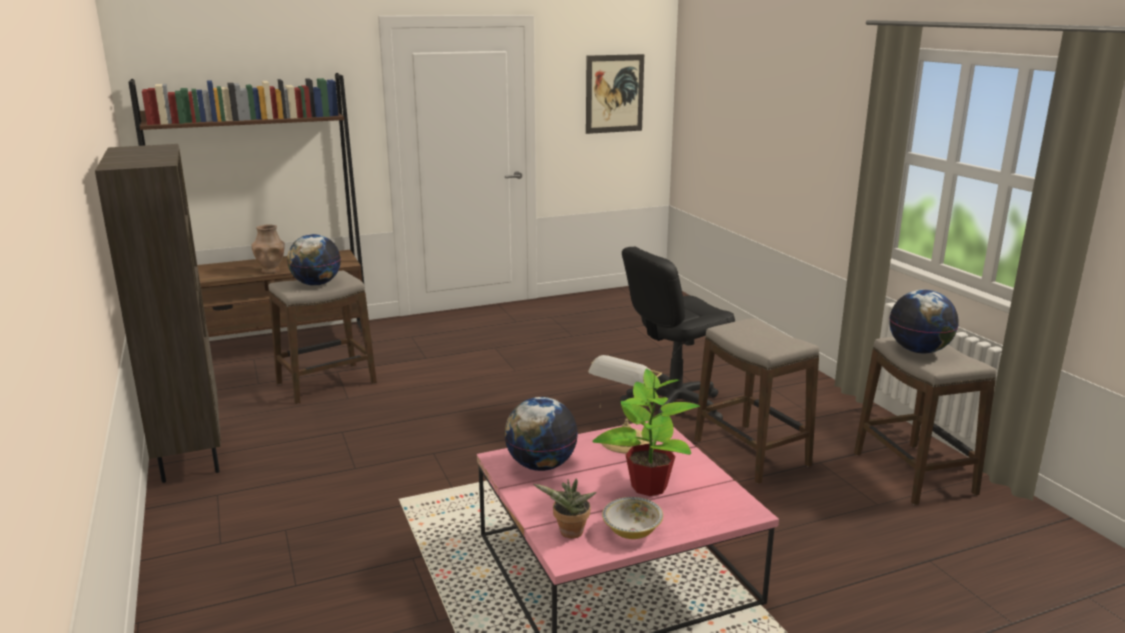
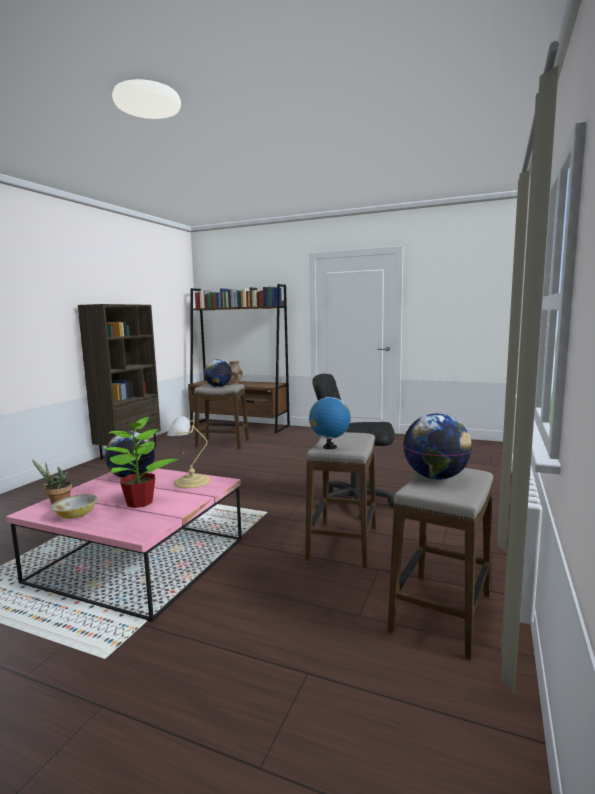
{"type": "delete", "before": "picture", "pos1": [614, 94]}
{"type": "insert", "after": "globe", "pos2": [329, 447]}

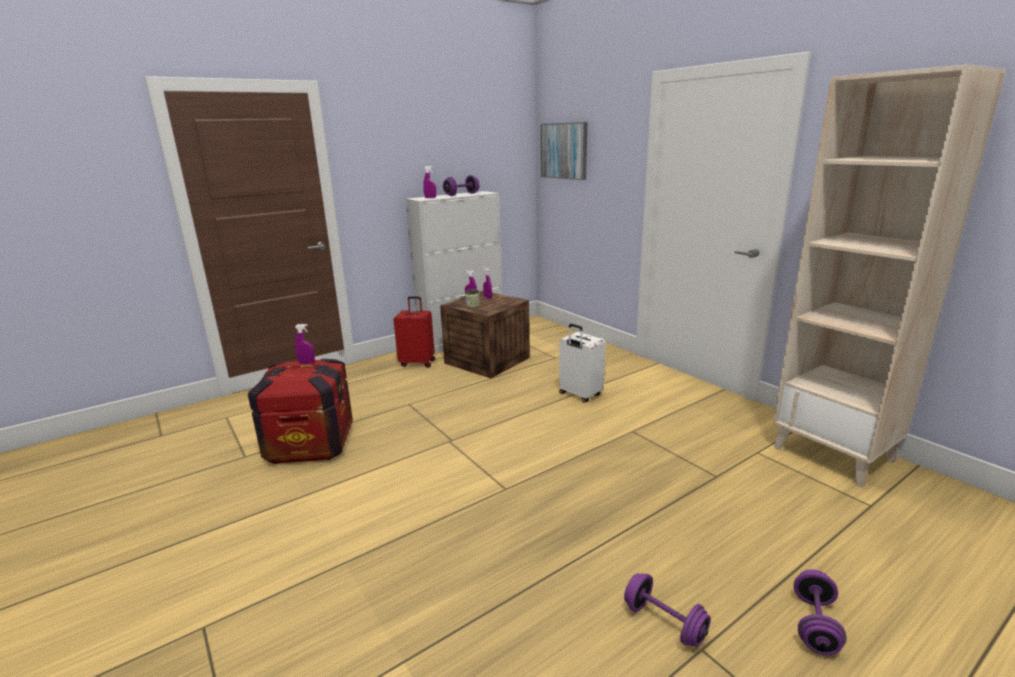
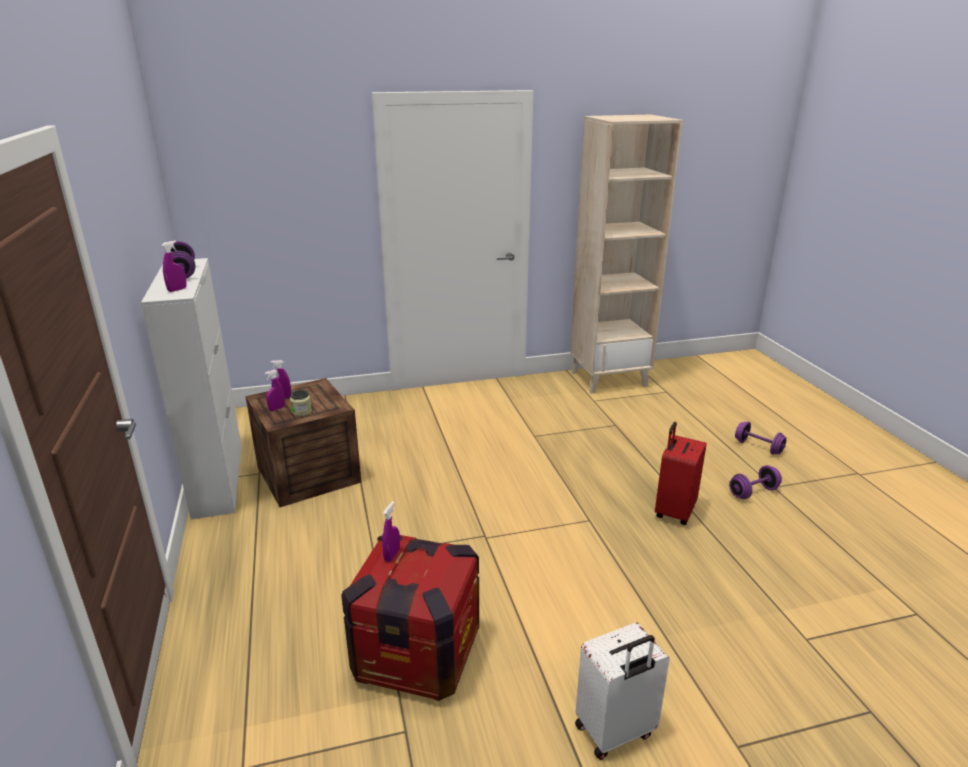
{"type": "delete", "before": "picture", "pos1": [564, 151]}
{"type": "move", "before": "piece of luggage/red-coloured", "pos1": [417, 363], "pos2": [674, 511]}
{"type": "move", "before": "piece of luggage/white-coloured", "pos1": [579, 395], "pos2": [615, 732]}

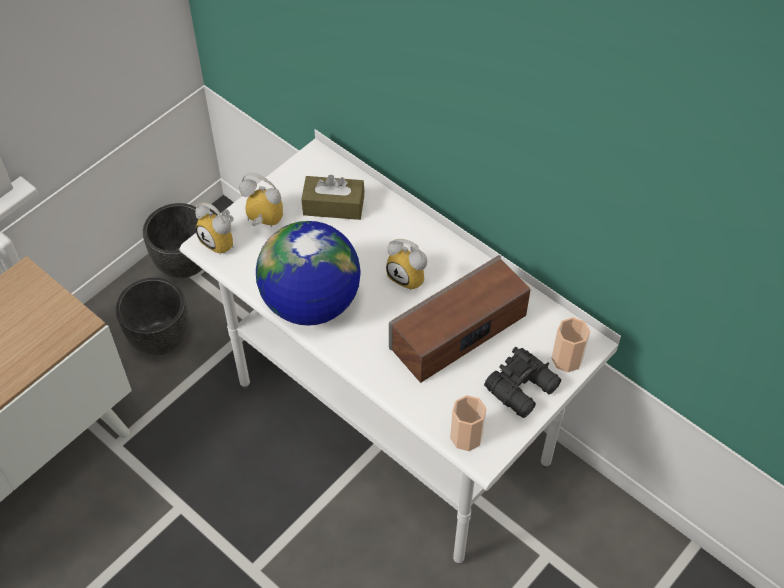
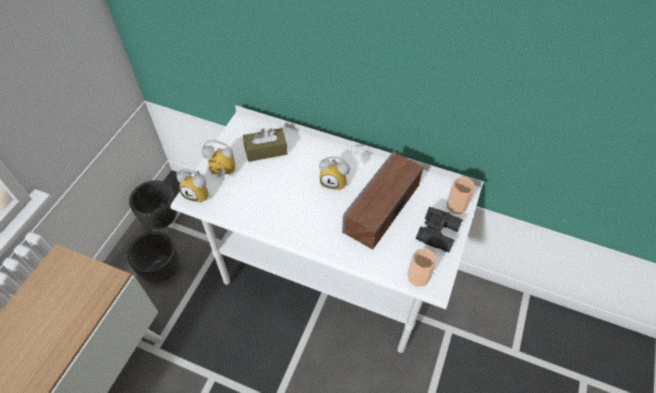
{"type": "delete", "before": "globe", "pos1": [310, 303]}

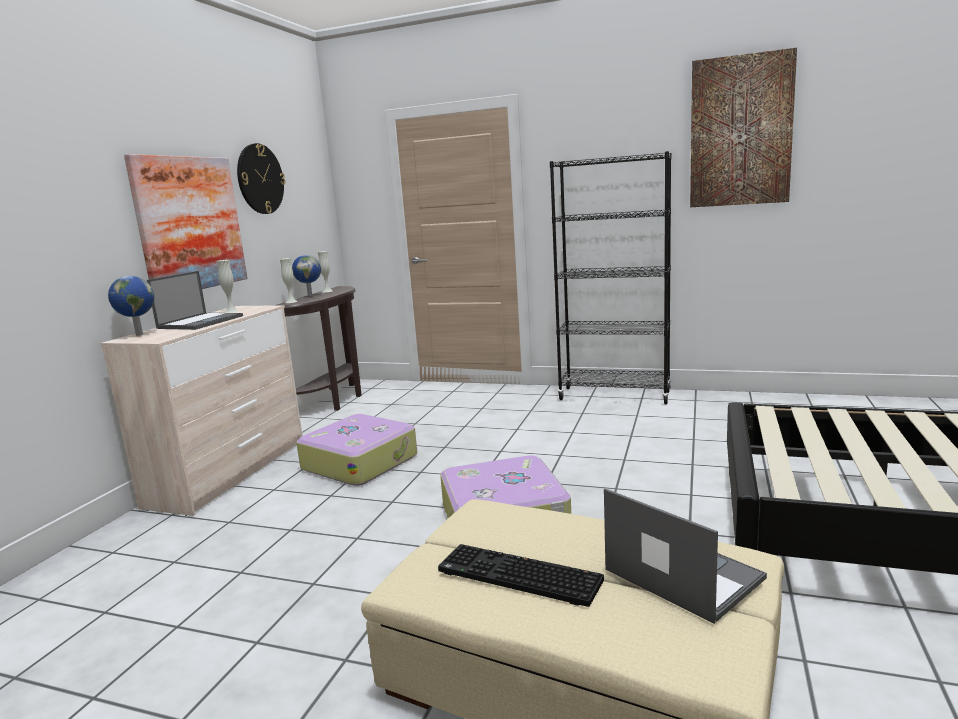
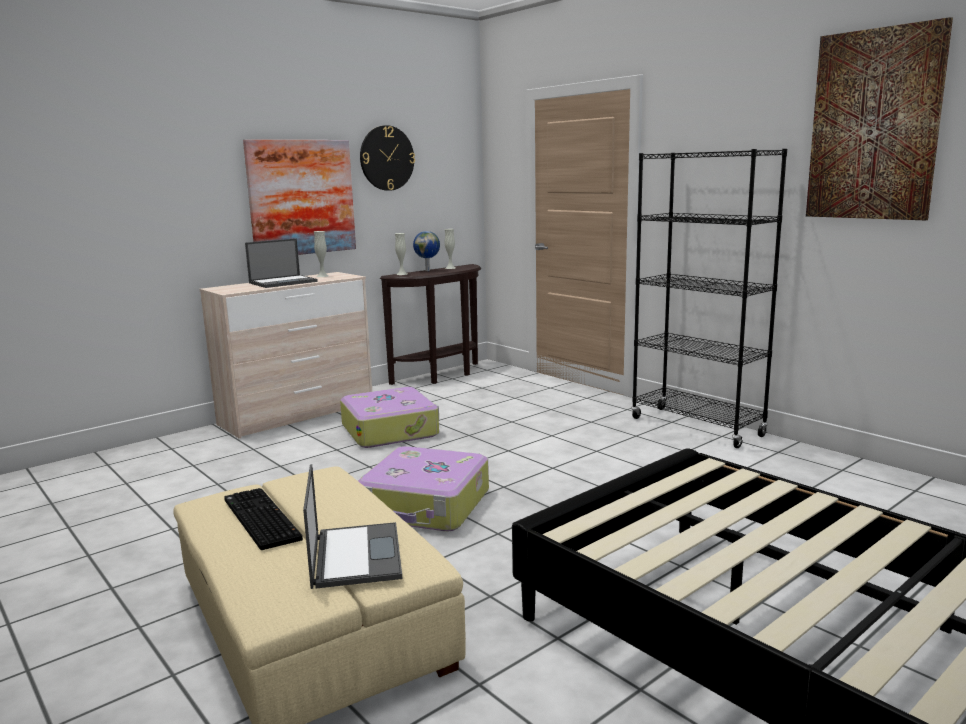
{"type": "delete", "before": "globe", "pos1": [138, 335]}

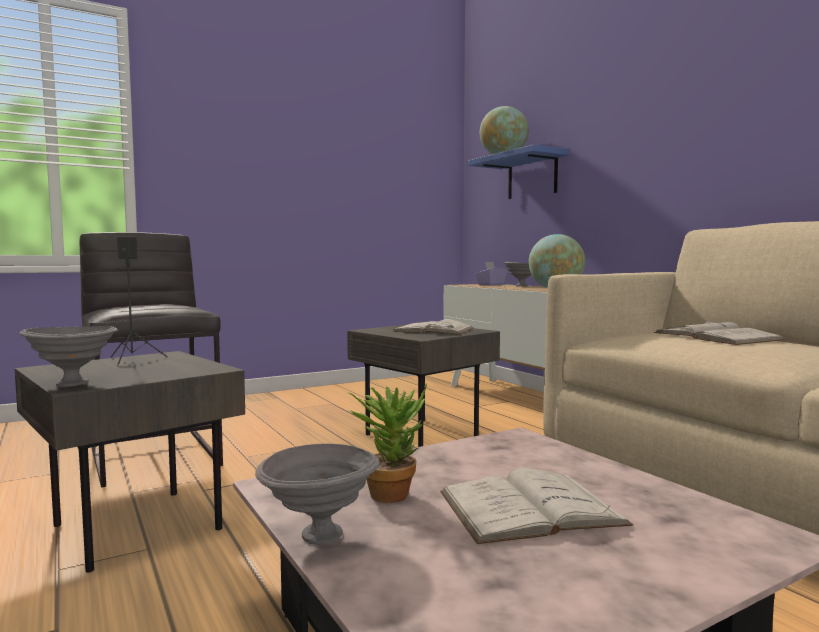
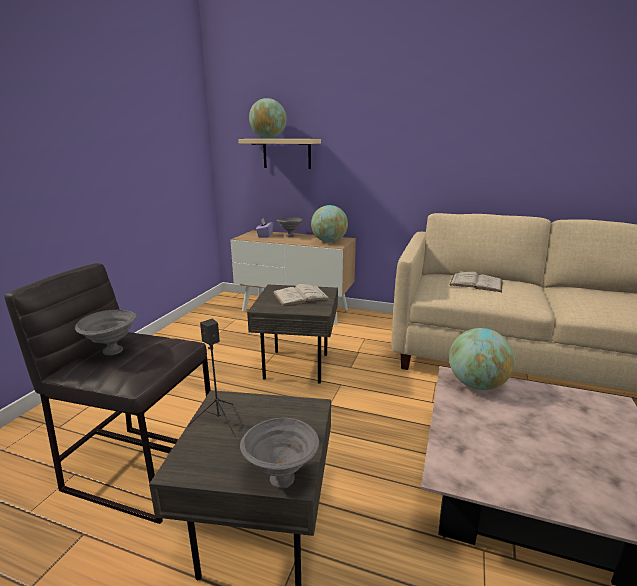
{"type": "delete", "before": "houseplant", "pos1": [392, 492]}
{"type": "delete", "before": "bound book/white-coloured", "pos1": [530, 508]}
{"type": "insert", "after": "globe", "pos2": [477, 385]}
{"type": "move", "before": "bowl/gray", "pos1": [319, 536], "pos2": [112, 352]}
{"type": "recolor", "before": "bracket shelf/bluish", "after": "bracket shelf/sand-coloured", "pos1": [532, 176], "pos2": [287, 153]}

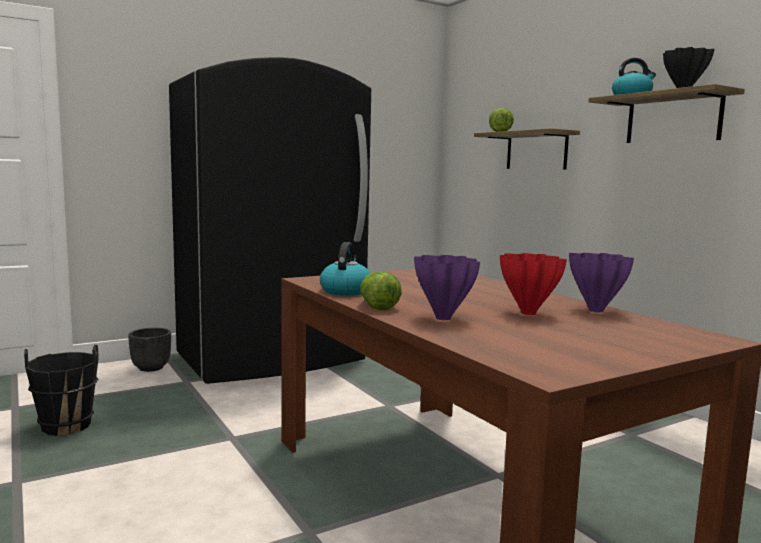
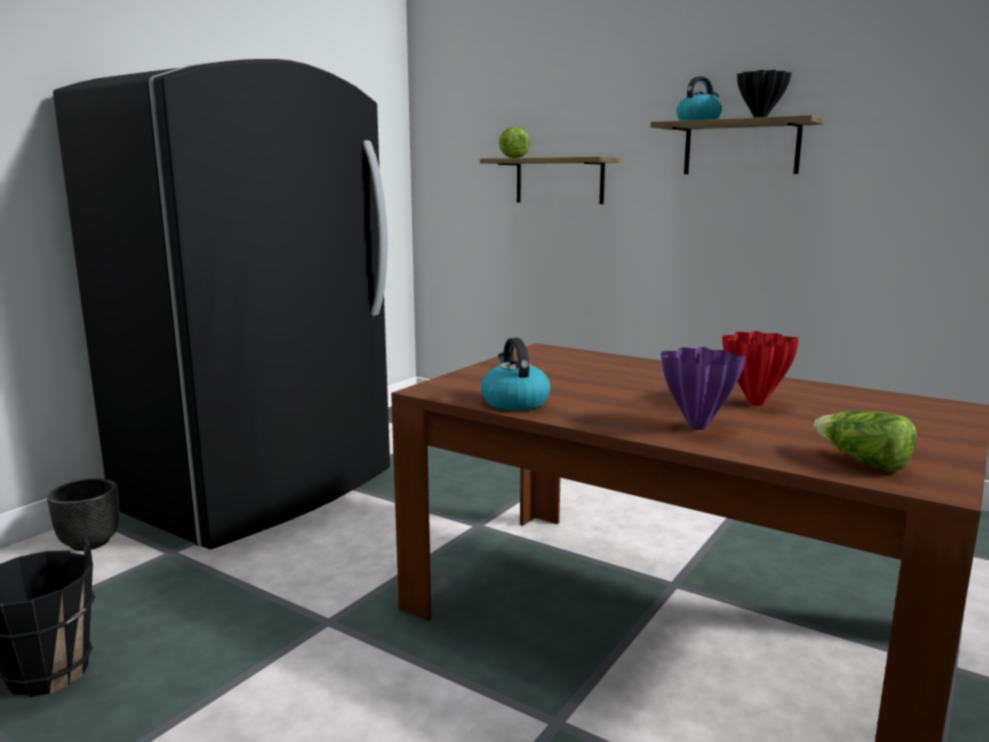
{"type": "delete", "before": "decorative vase/purple-coloured", "pos1": [597, 311]}
{"type": "move", "before": "lettuce", "pos1": [377, 306], "pos2": [862, 462]}

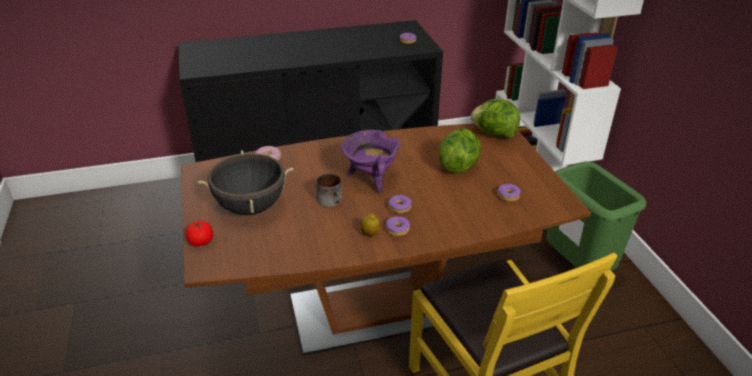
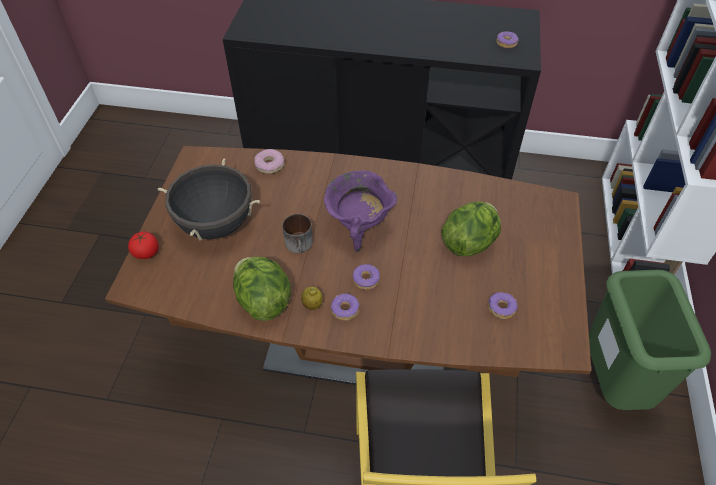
{"type": "move", "before": "lettuce", "pos1": [494, 134], "pos2": [263, 300]}

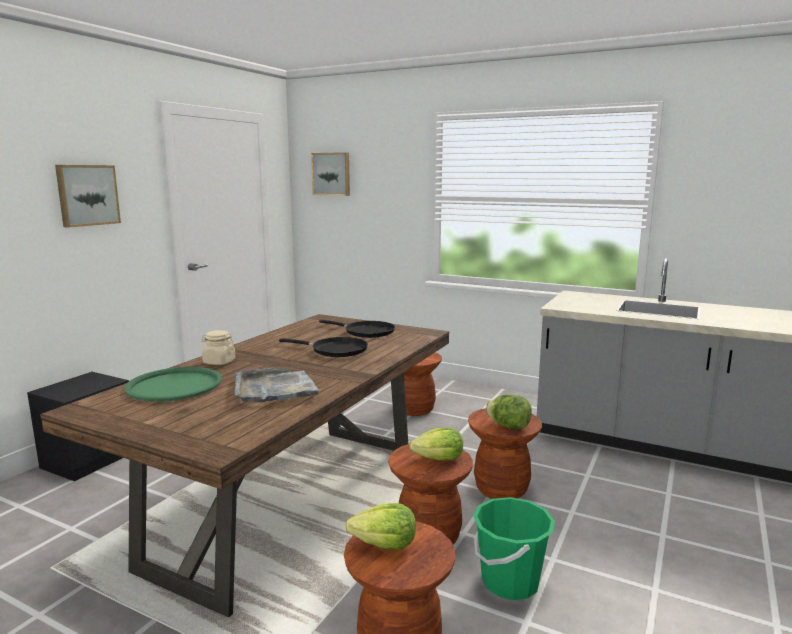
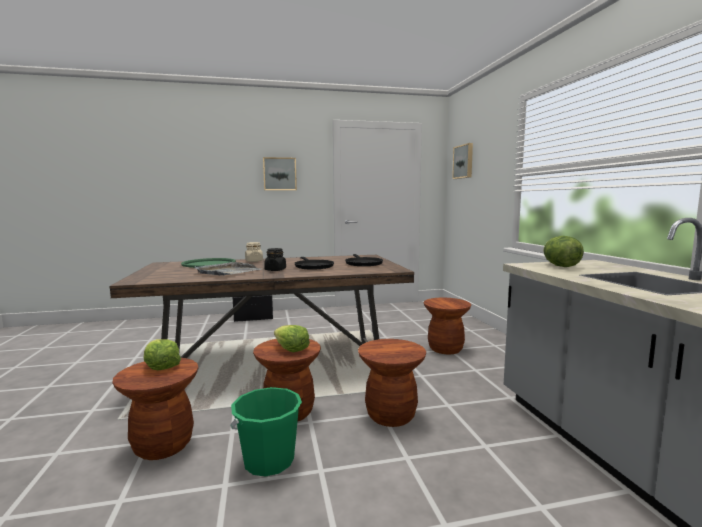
{"type": "insert", "after": "jar/black", "pos2": [275, 270]}
{"type": "move", "before": "lettuce", "pos1": [509, 426], "pos2": [560, 266]}

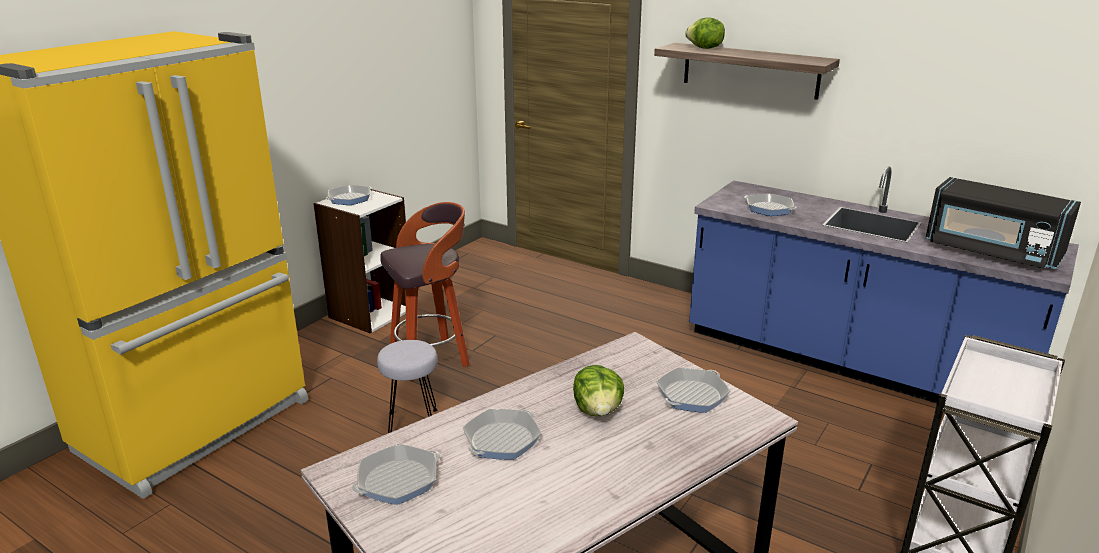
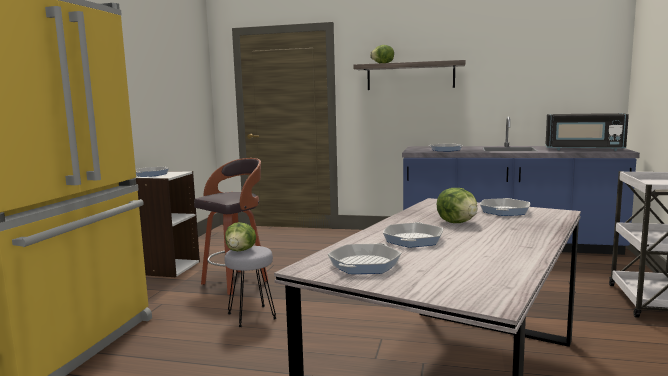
{"type": "insert", "after": "lettuce", "pos2": [241, 250]}

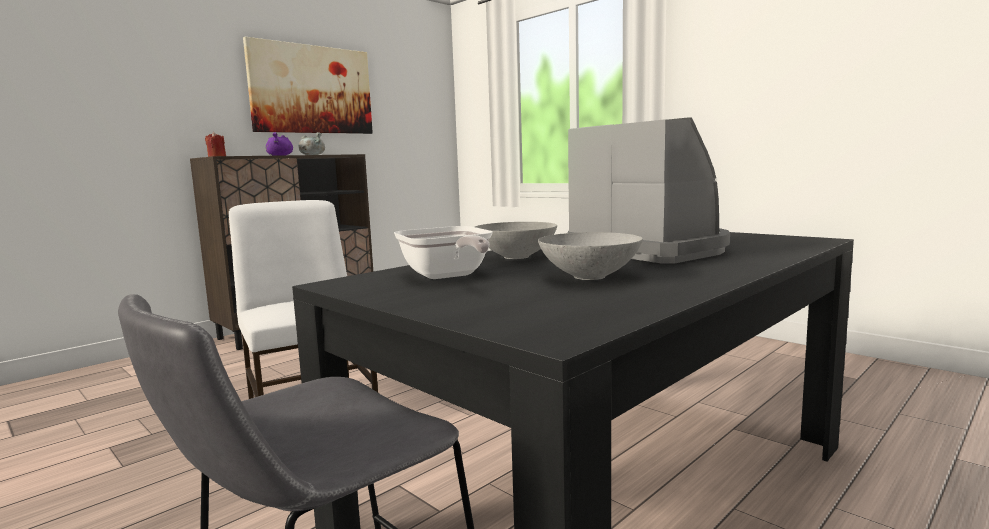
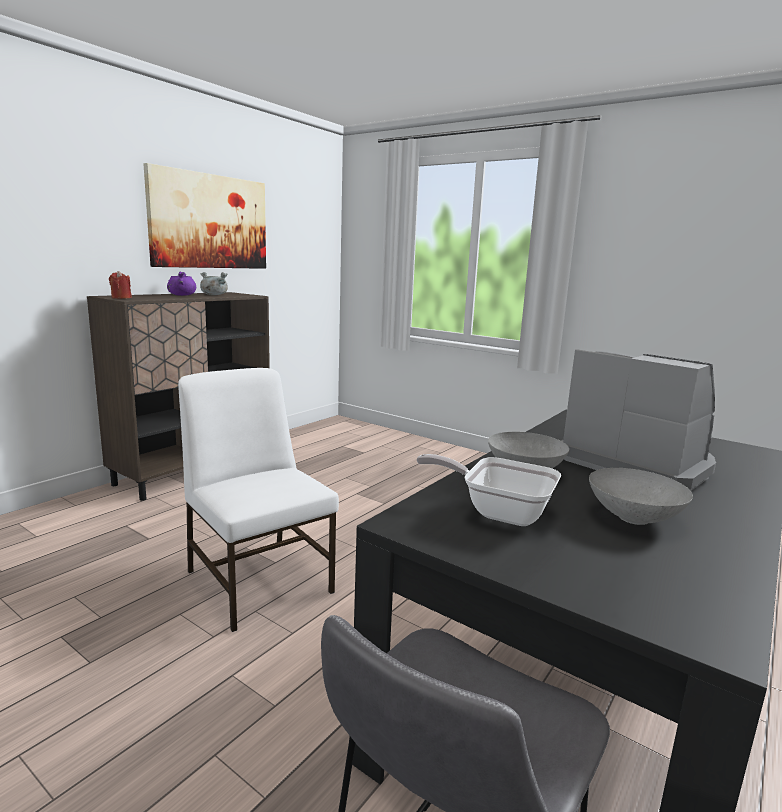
{"type": "rotate", "before": "frying pan", "pos1": [447, 276], "pos2": [498, 512], "turn": 150}

